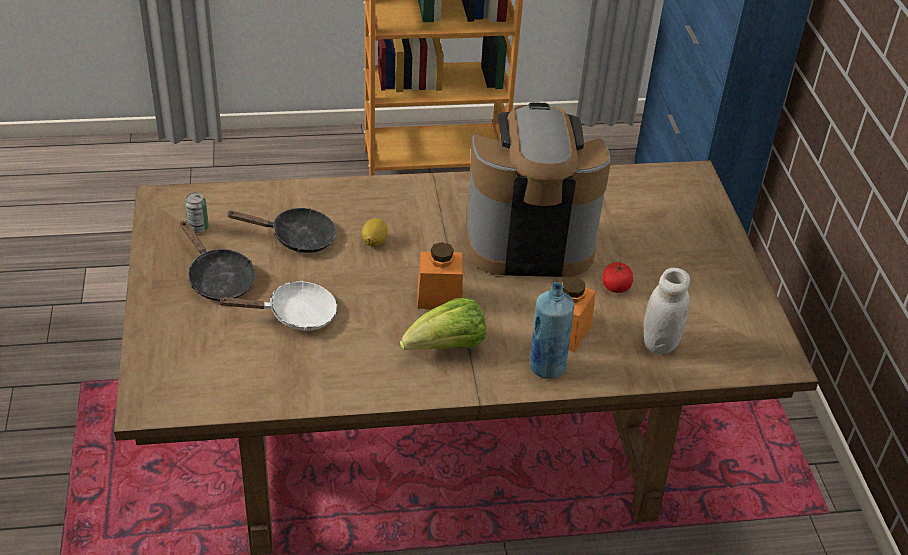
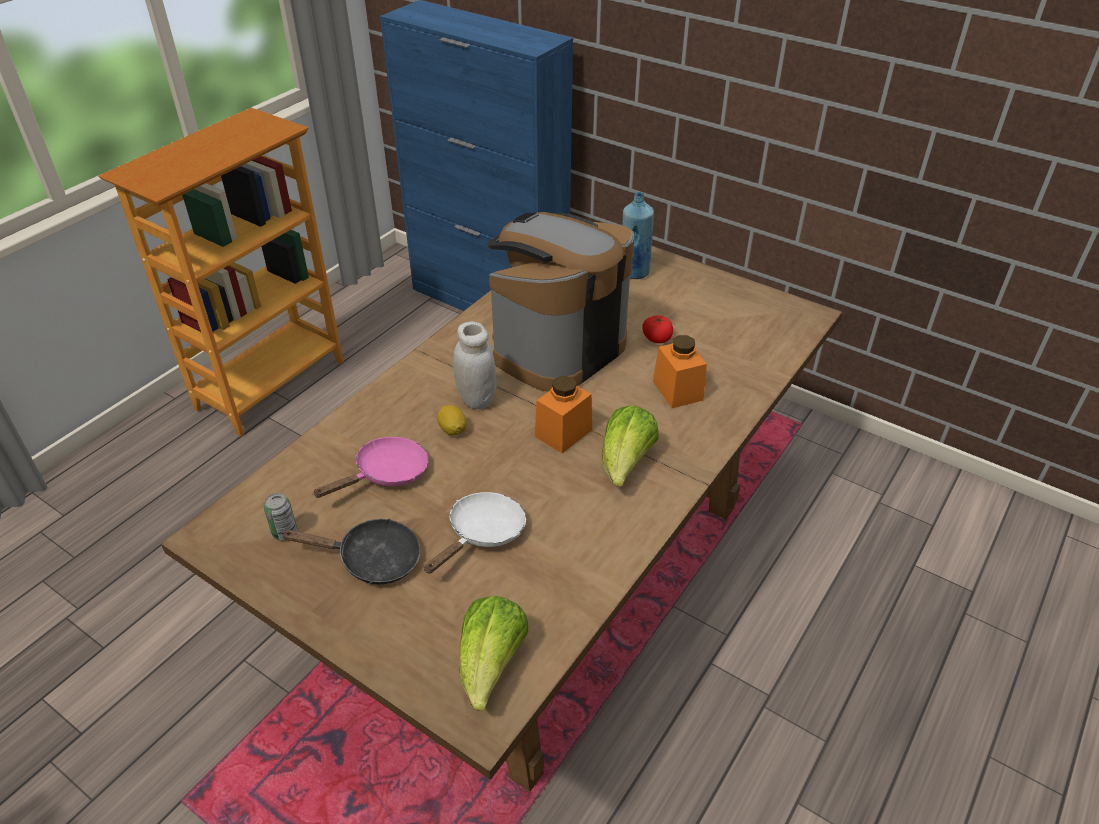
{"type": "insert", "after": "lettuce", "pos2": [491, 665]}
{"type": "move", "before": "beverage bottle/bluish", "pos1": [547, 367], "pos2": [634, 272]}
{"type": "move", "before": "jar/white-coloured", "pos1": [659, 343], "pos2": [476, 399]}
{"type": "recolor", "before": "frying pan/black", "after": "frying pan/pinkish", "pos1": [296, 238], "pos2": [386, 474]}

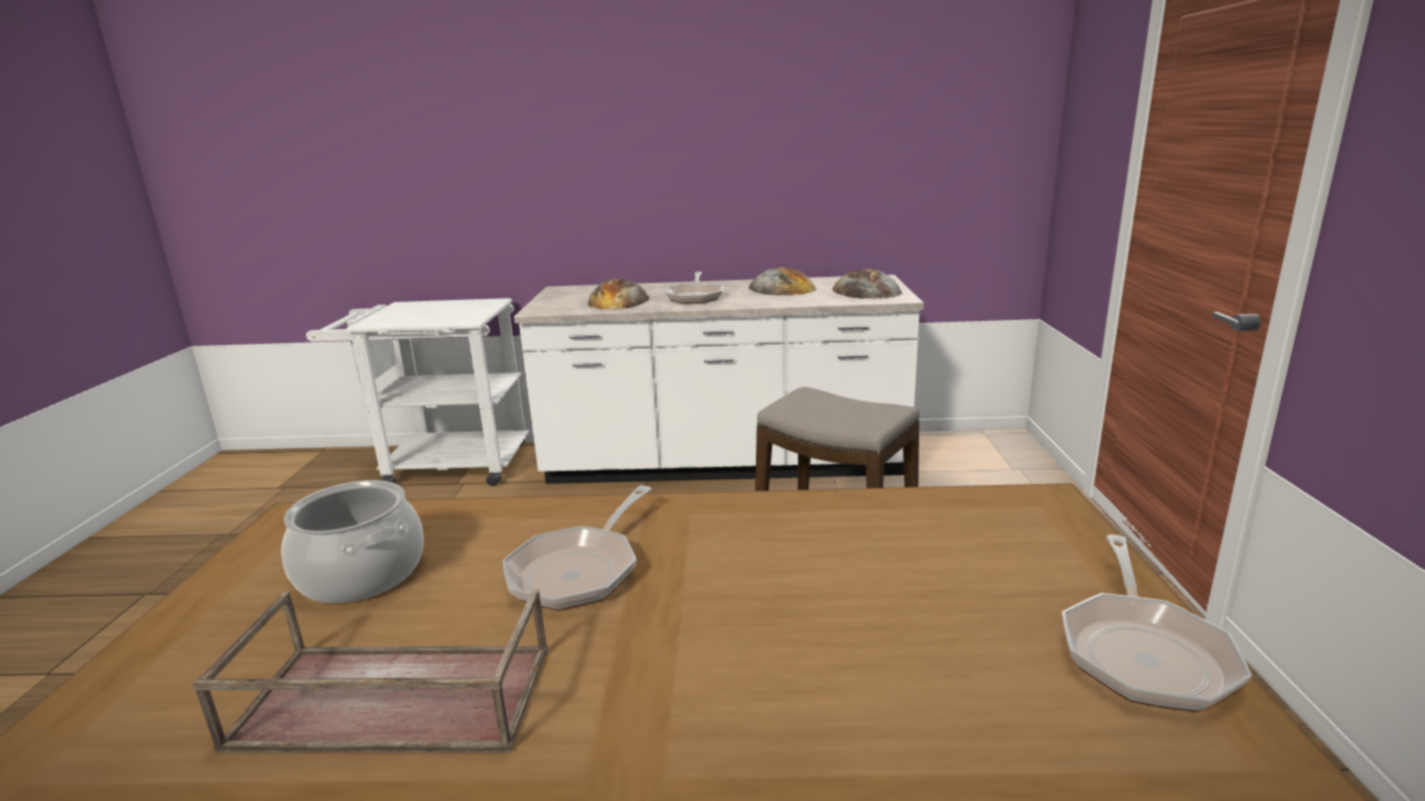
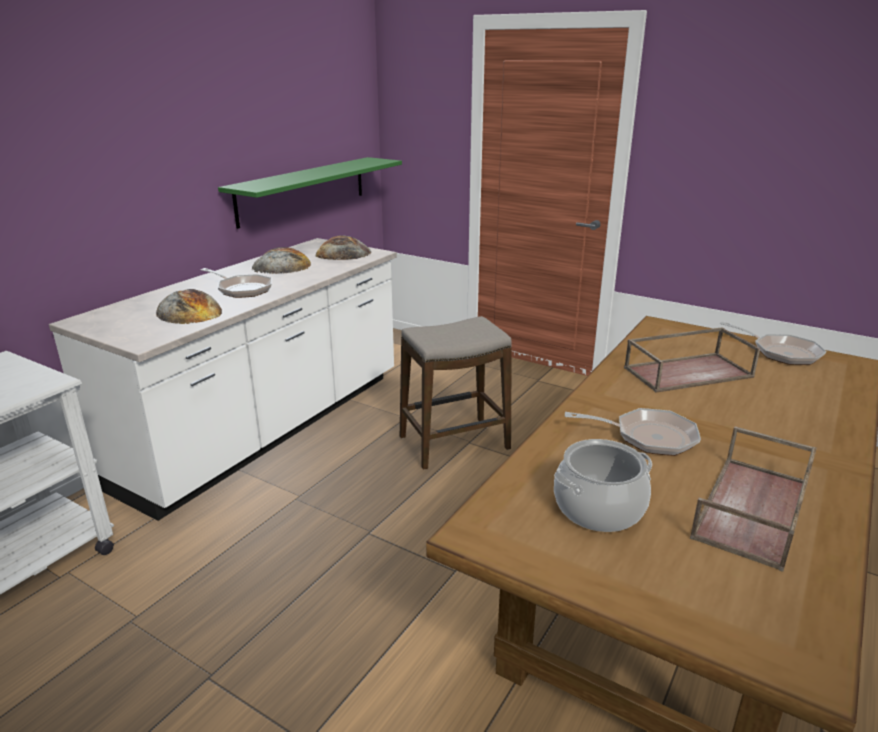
{"type": "insert", "after": "bracket shelf/greenish", "pos2": [303, 190]}
{"type": "insert", "after": "carrying tray/brown-coloured", "pos2": [688, 371]}
{"type": "rotate", "before": "frying pan", "pos1": [579, 570], "pos2": [648, 437], "turn": -45}

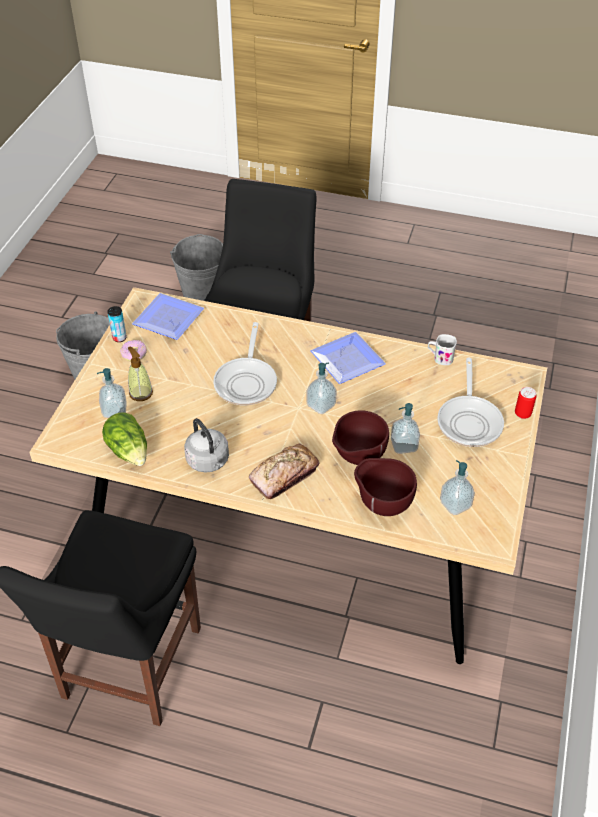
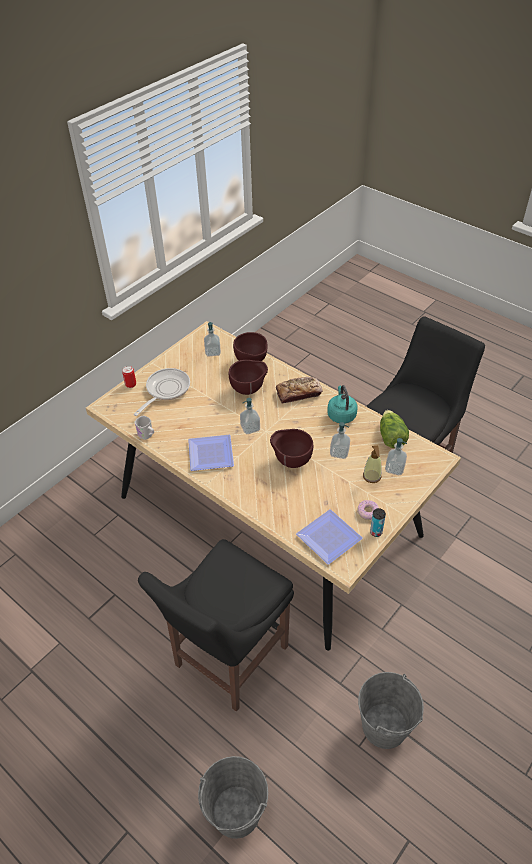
{"type": "move", "before": "soap dispenser", "pos1": [404, 445], "pos2": [339, 452]}
{"type": "replace", "before": "frying pan", "after": "bowl/brown-coloured", "pos1": [247, 381], "pos2": [291, 461]}
{"type": "recolor", "before": "water kettle/gray", "after": "water kettle/turquoise", "pos1": [209, 462], "pos2": [341, 414]}

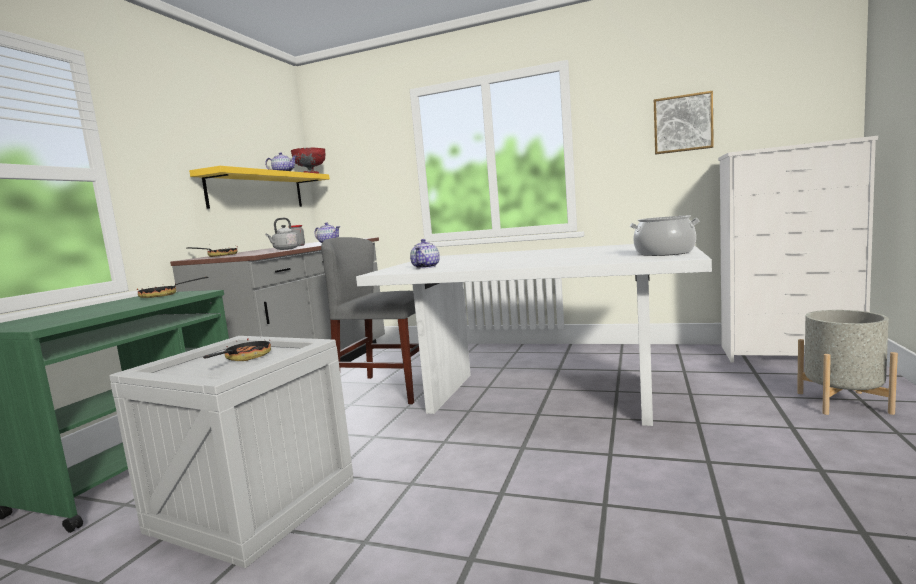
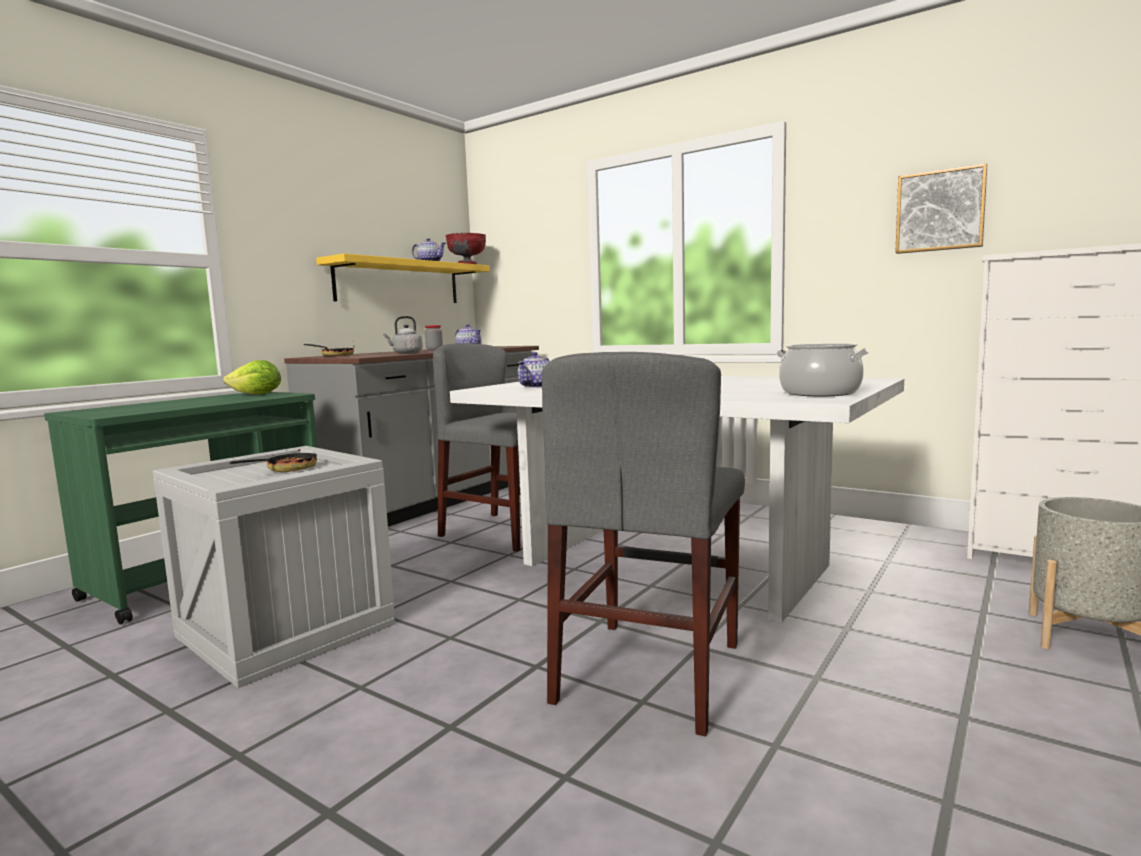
{"type": "insert", "after": "upright chair/gray", "pos2": [650, 672]}
{"type": "replace", "before": "frying pan", "after": "lettuce", "pos1": [164, 295], "pos2": [257, 394]}

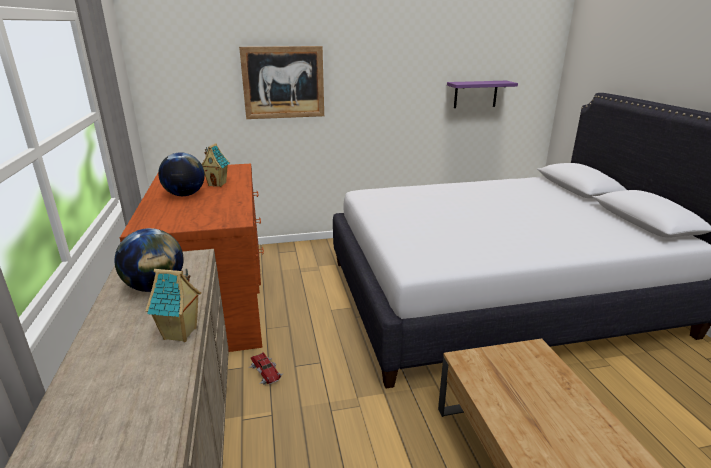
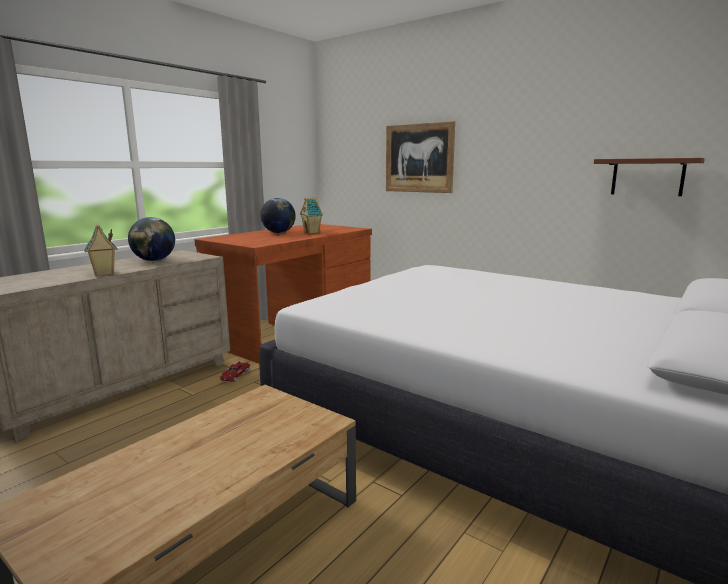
{"type": "recolor", "before": "bracket shelf/purple-coloured", "after": "bracket shelf/brown-coloured", "pos1": [475, 94], "pos2": [647, 177]}

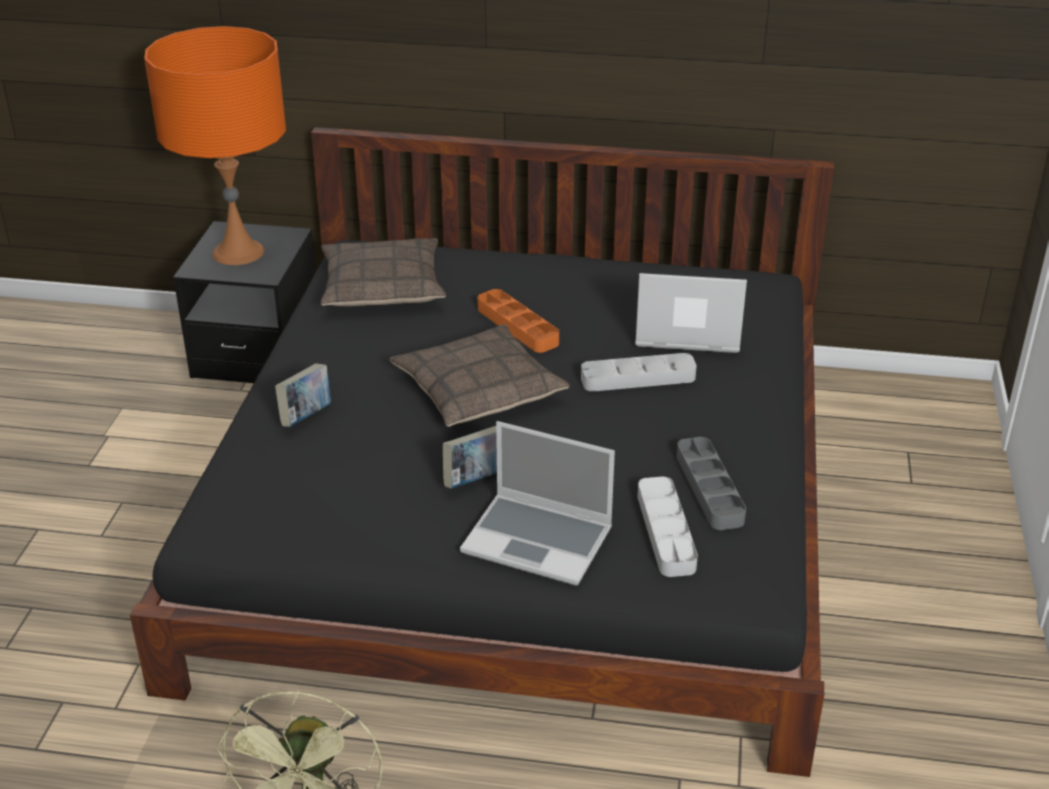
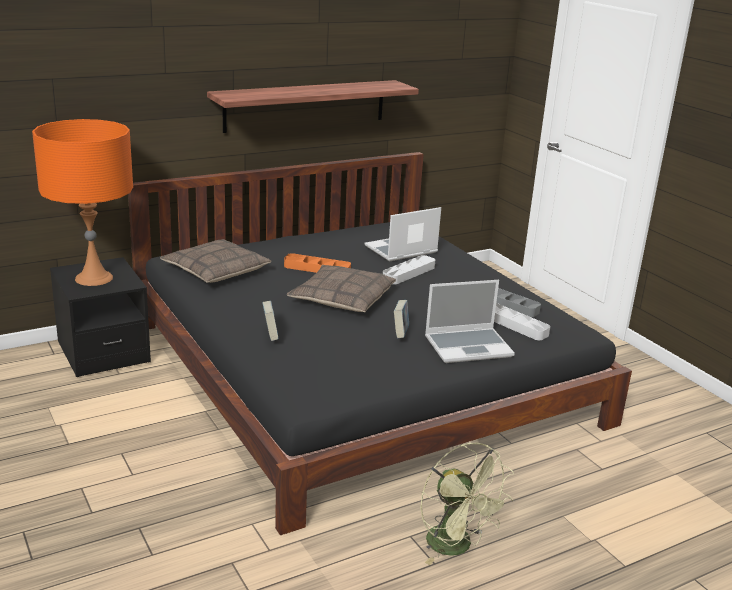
{"type": "insert", "after": "bracket shelf", "pos2": [306, 105]}

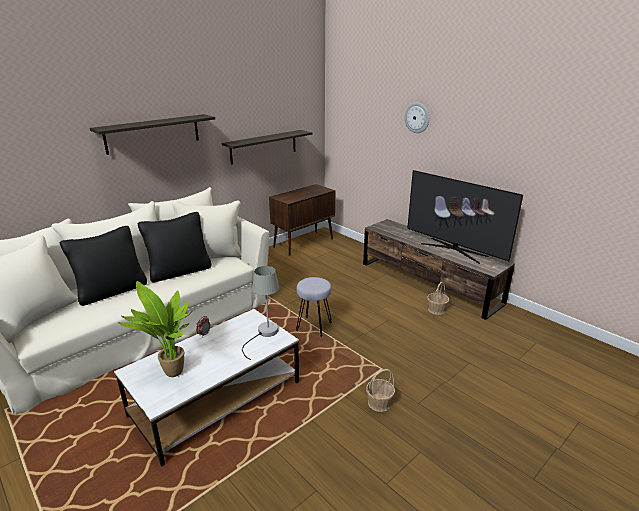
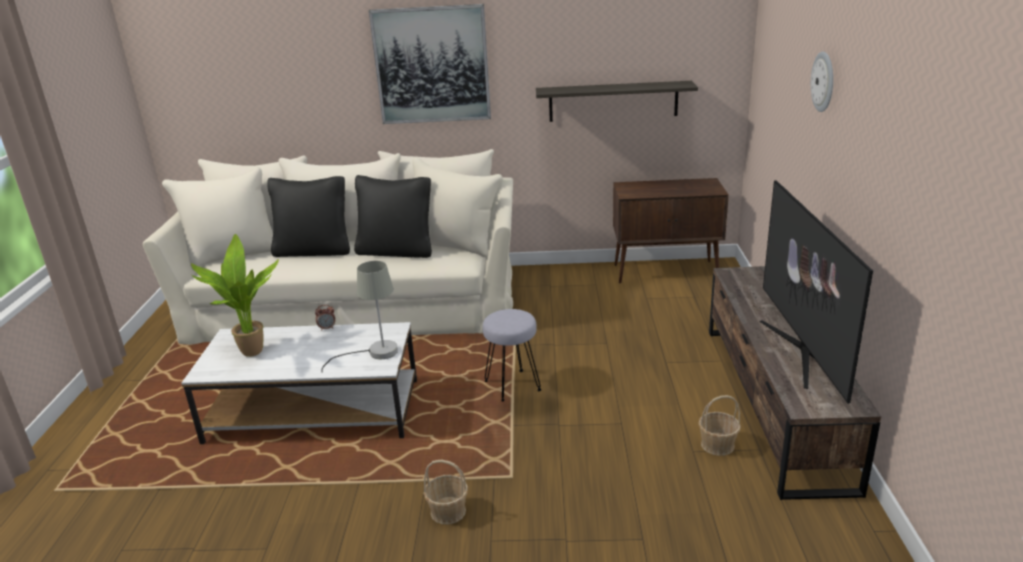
{"type": "replace", "before": "bracket shelf", "after": "picture", "pos1": [153, 133], "pos2": [432, 65]}

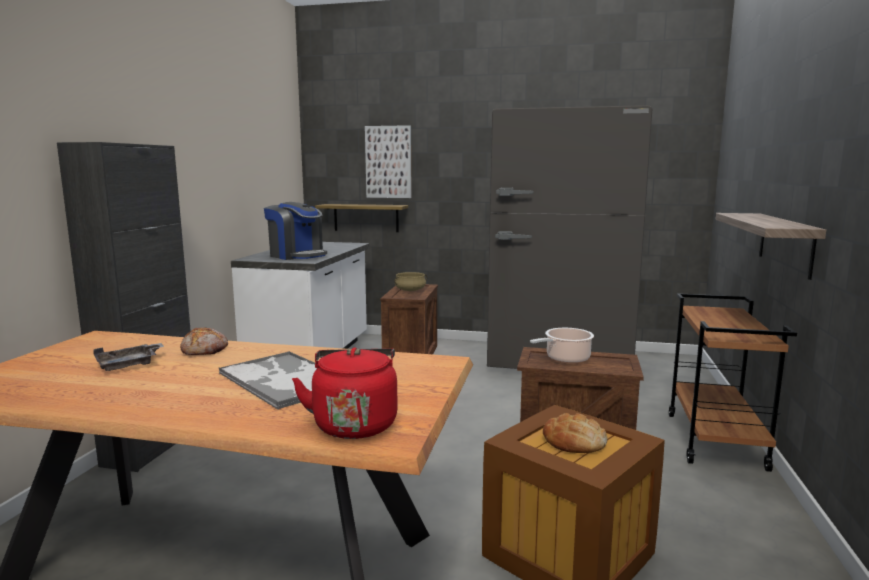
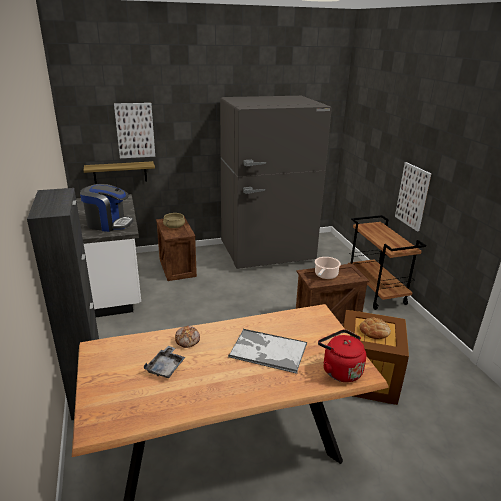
{"type": "replace", "before": "bracket shelf", "after": "picture", "pos1": [785, 243], "pos2": [412, 196]}

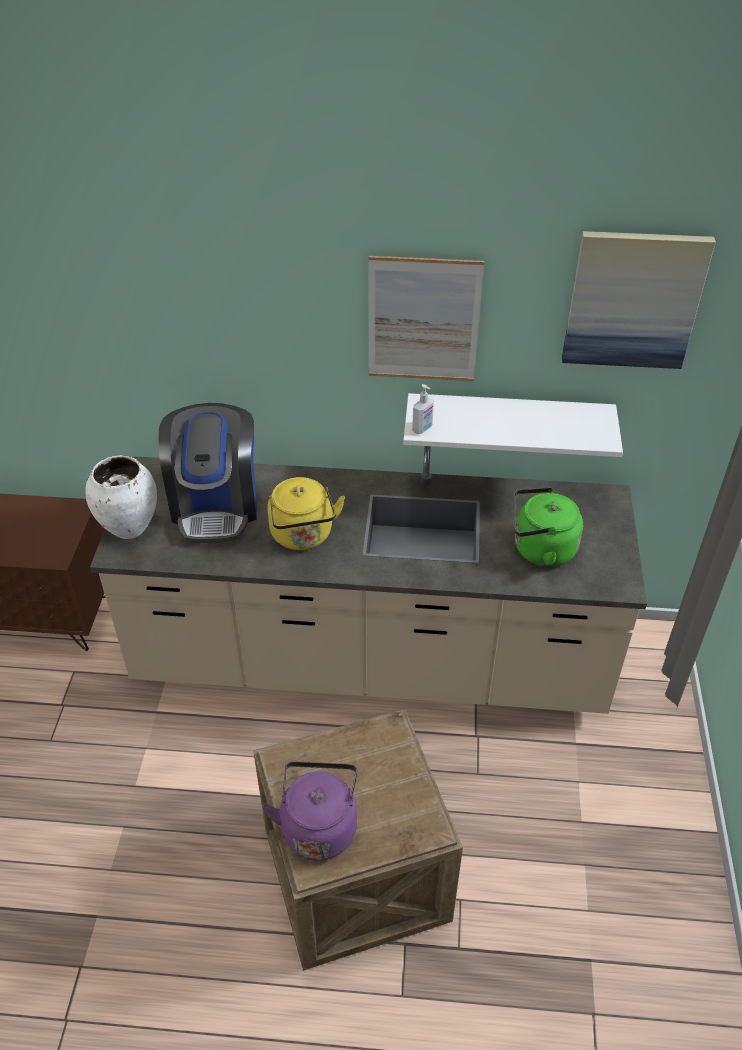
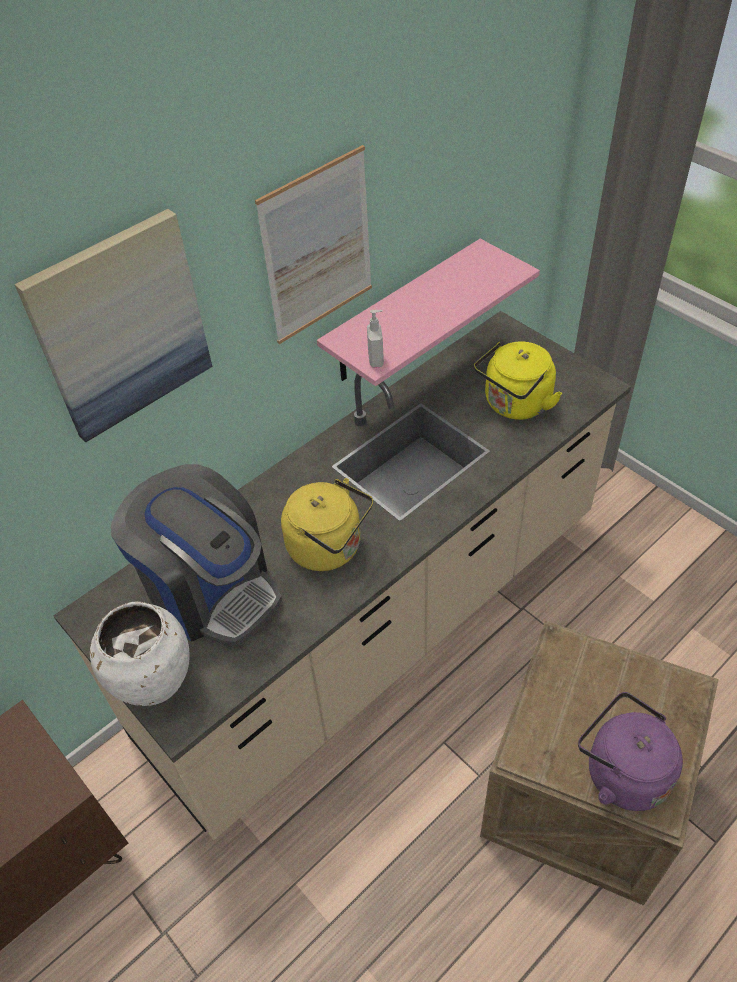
{"type": "move", "before": "picture", "pos1": [633, 300], "pos2": [121, 327]}
{"type": "recolor", "before": "bracket shelf/white-coloured", "after": "bracket shelf/pinkish", "pos1": [508, 422], "pos2": [403, 313]}
{"type": "recolor", "before": "water kettle/greenish", "after": "water kettle/yellow", "pos1": [540, 550], "pos2": [515, 405]}

